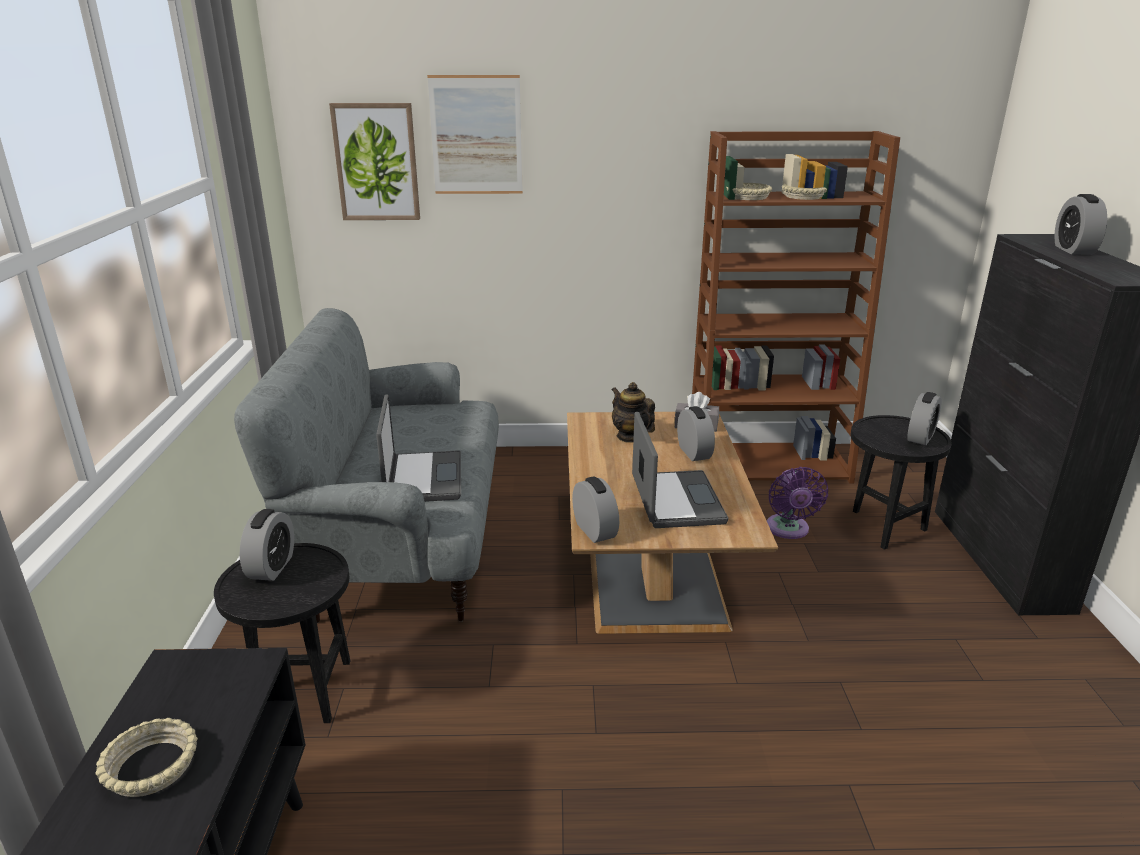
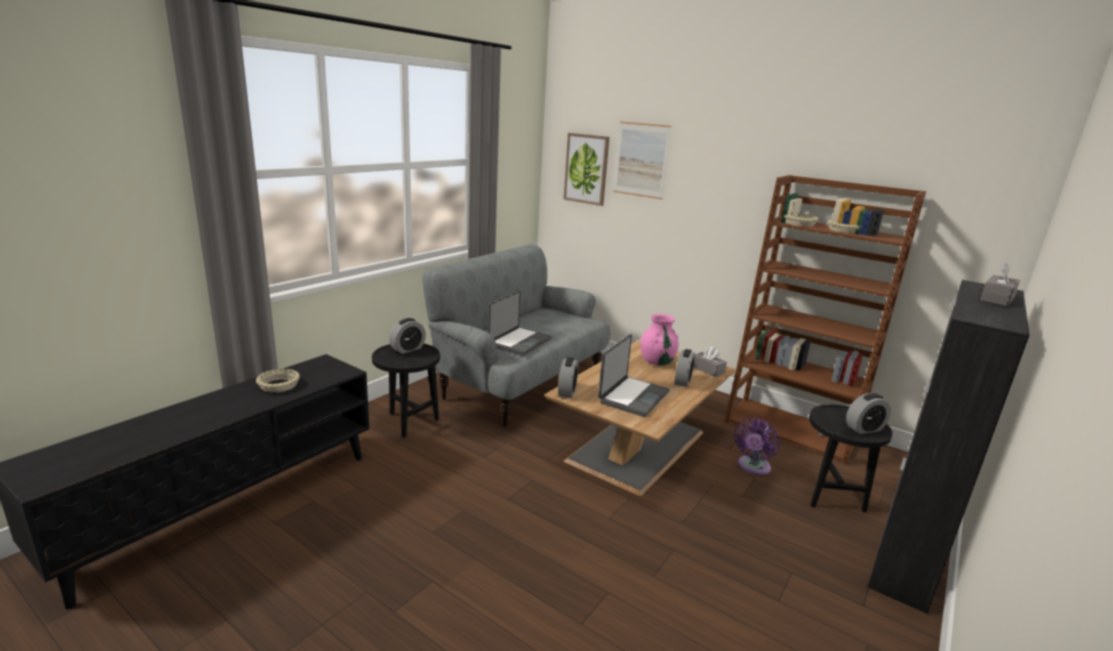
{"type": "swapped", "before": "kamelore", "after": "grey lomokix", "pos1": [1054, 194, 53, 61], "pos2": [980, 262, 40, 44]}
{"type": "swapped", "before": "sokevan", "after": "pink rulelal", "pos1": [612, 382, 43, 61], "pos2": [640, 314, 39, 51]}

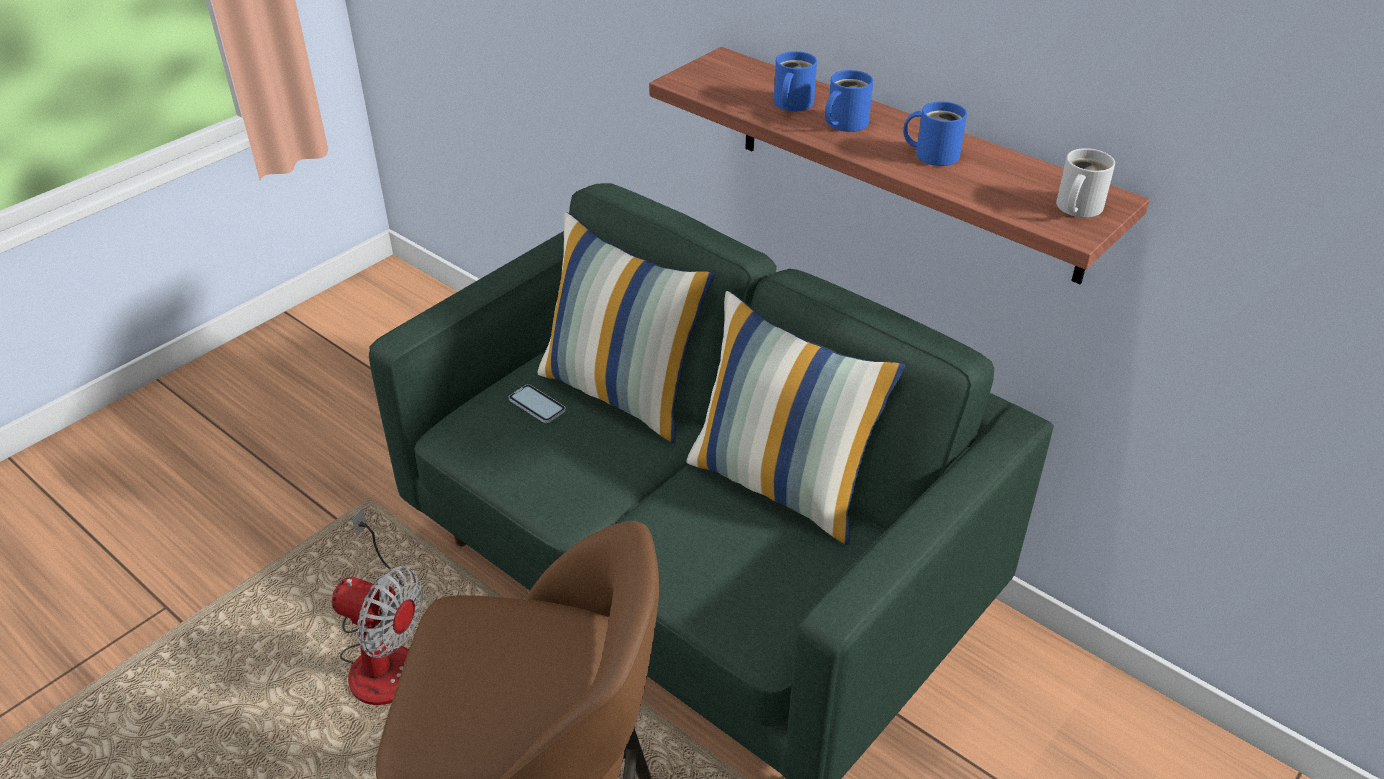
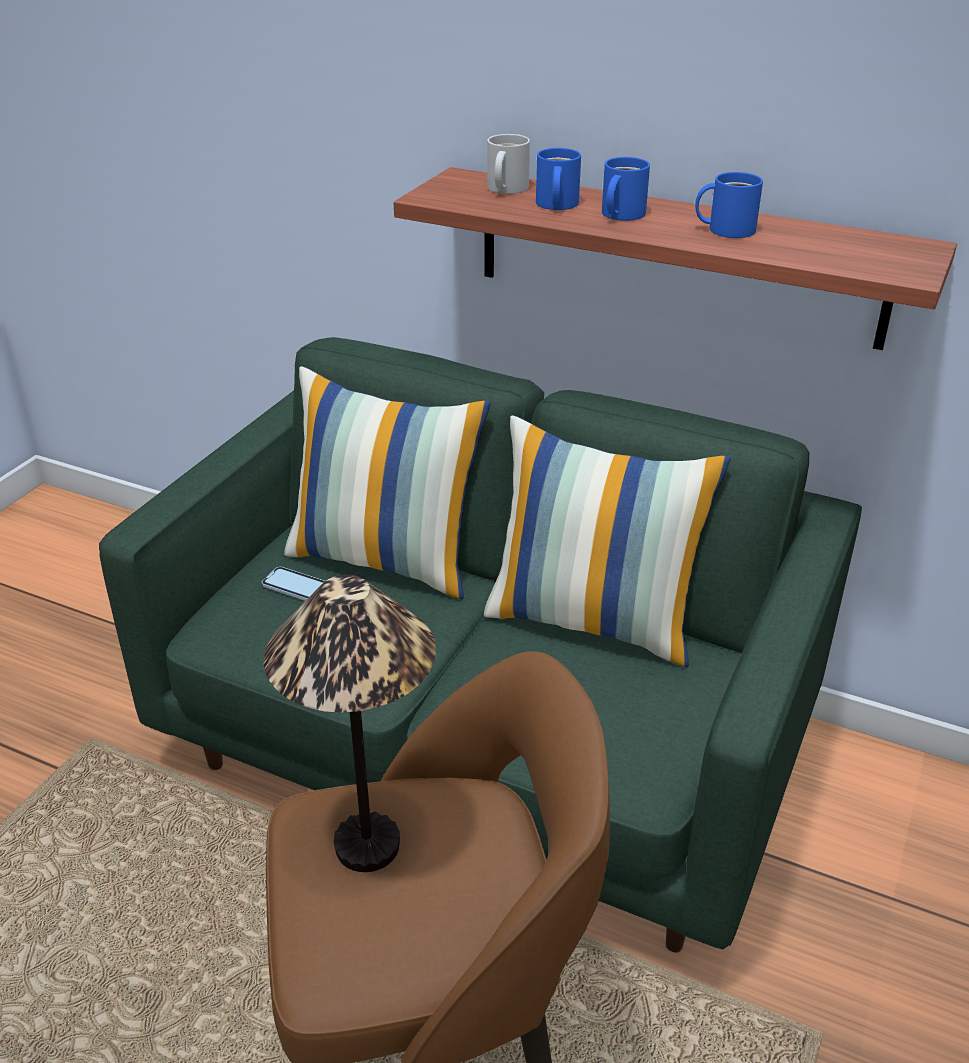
{"type": "shifted", "before": "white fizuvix", "pos1": [1056, 148, 59, 70], "pos2": [487, 134, 43, 60]}
{"type": "gone", "before": "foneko", "pos1": [332, 507, 91, 198]}
{"type": "new", "after": "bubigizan", "pos2": [264, 575, 172, 297]}

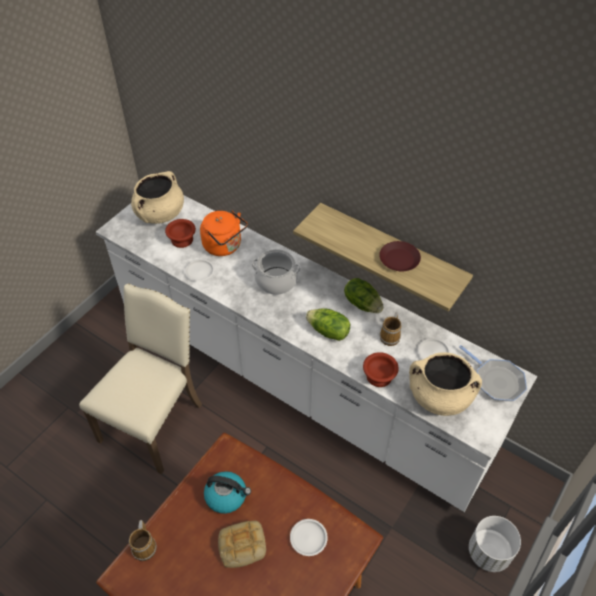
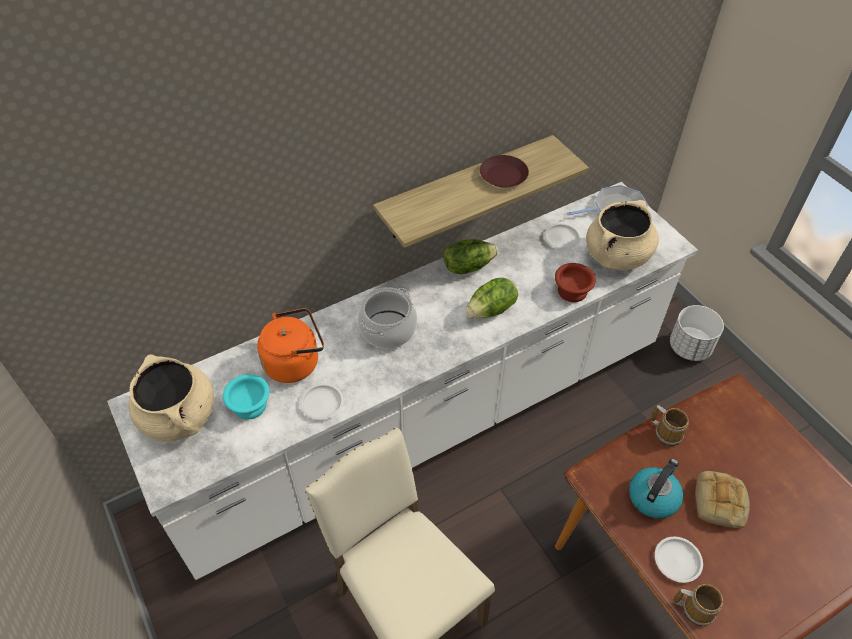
{"type": "repainted", "before": "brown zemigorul", "after": "turquoise zemigorul", "pos1": [165, 219, 31, 29], "pos2": [223, 374, 46, 46]}
{"type": "shifted", "before": "fizuvix", "pos1": [380, 312, 22, 34], "pos2": [651, 405, 38, 41]}
{"type": "shifted", "before": "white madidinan", "pos1": [290, 519, 38, 37], "pos2": [655, 537, 48, 46]}

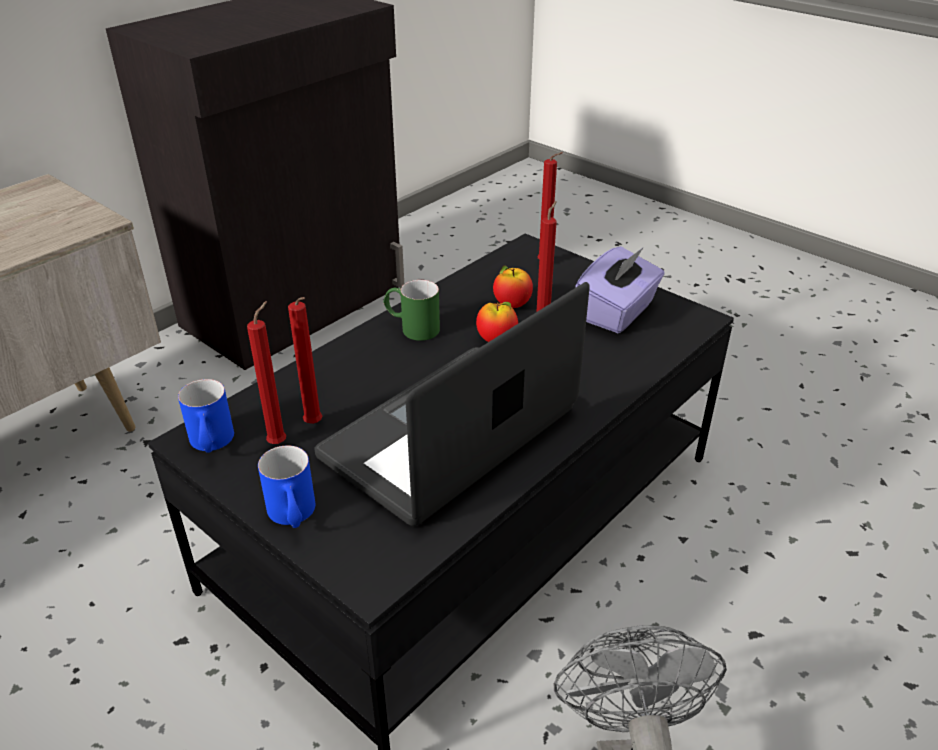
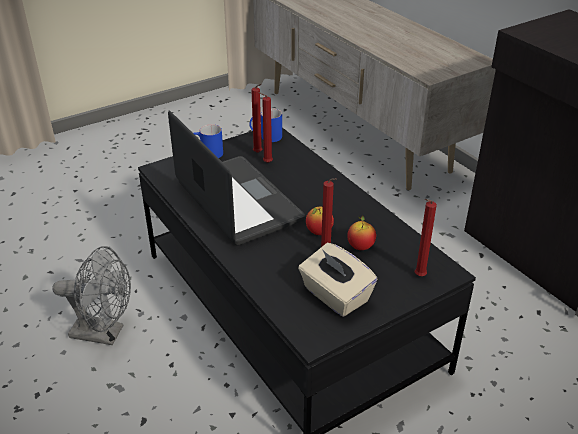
{"type": "repainted", "before": "purple lomokix", "after": "beige lomokix", "pos1": [576, 247, 89, 86], "pos2": [298, 243, 79, 74]}
{"type": "gone", "before": "green fizuvix", "pos1": [384, 280, 56, 61]}

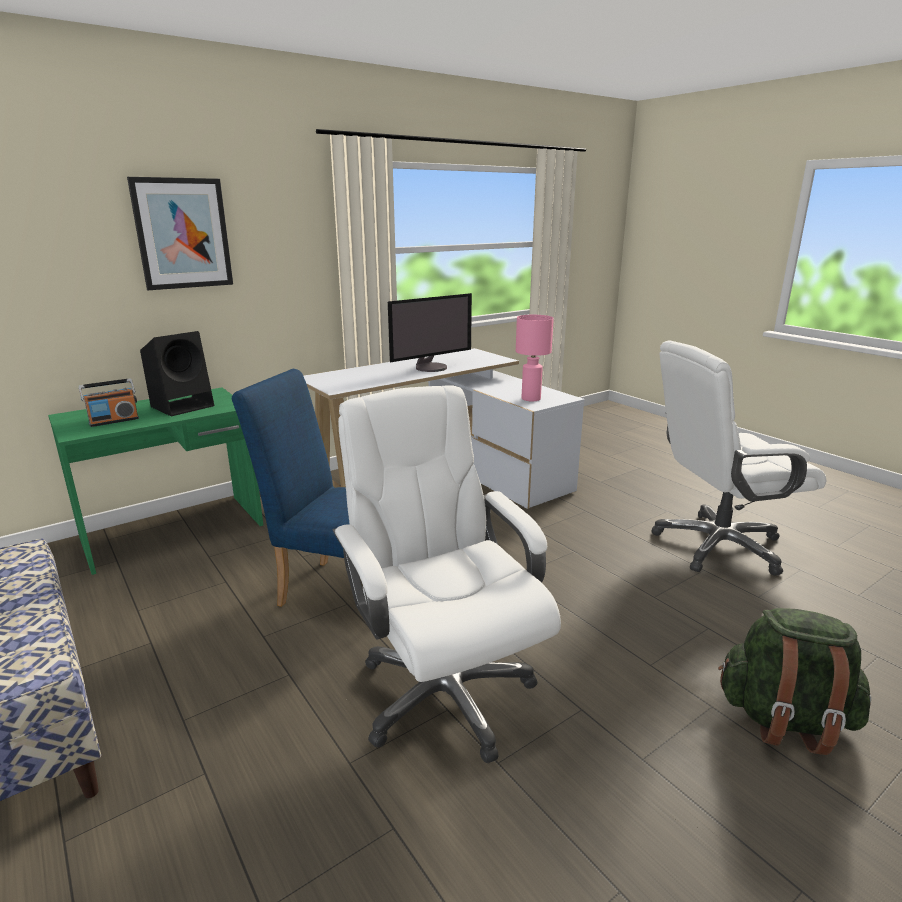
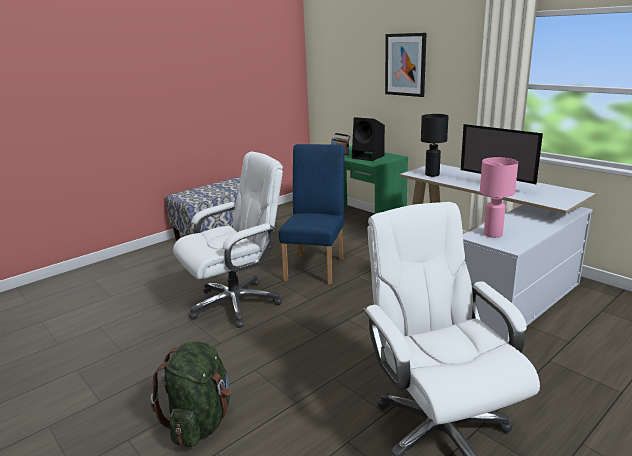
{"type": "new", "after": "black bubigizan", "pos2": [421, 114, 28, 63]}

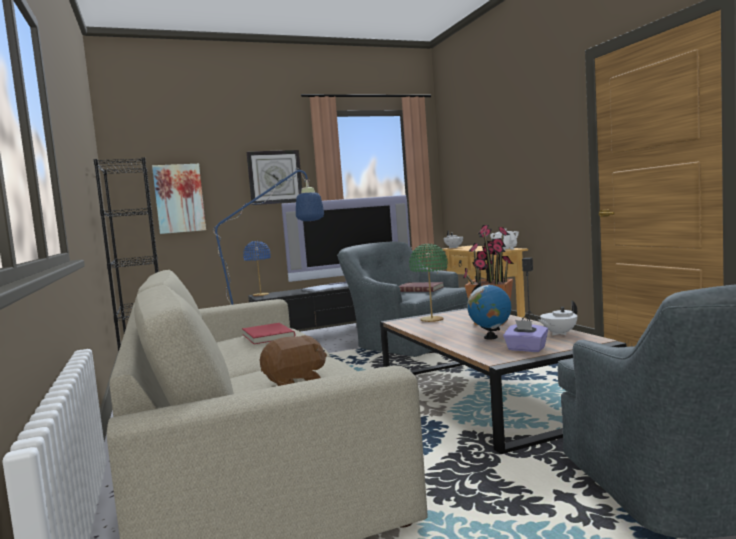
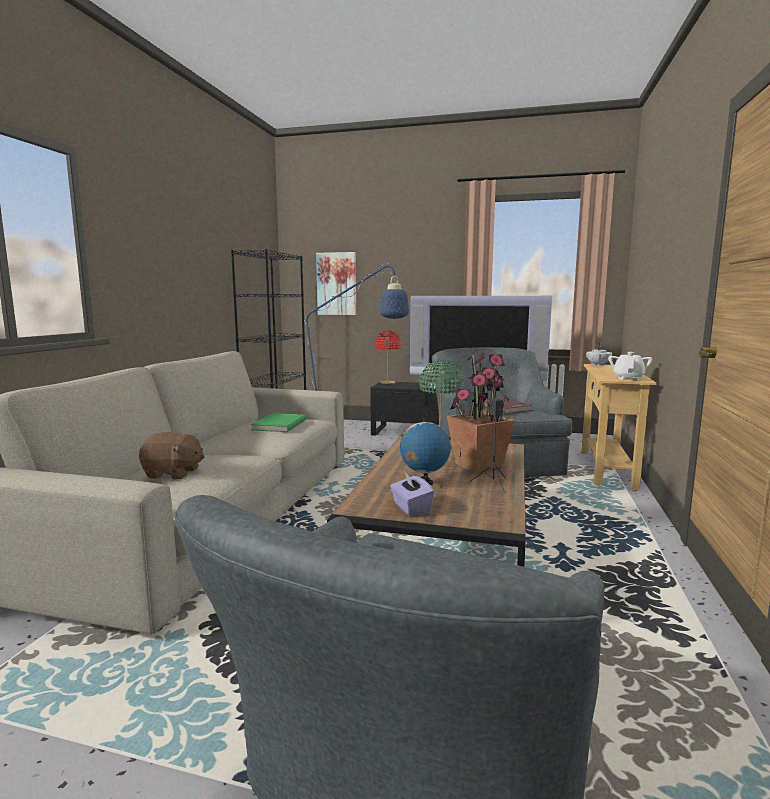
{"type": "gone", "before": "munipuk", "pos1": [247, 150, 55, 55]}
{"type": "repainted", "before": "blue bubigizan", "after": "red bubigizan", "pos1": [243, 241, 28, 55], "pos2": [375, 330, 26, 54]}
{"type": "gone", "before": "white sokevan", "pos1": [538, 301, 40, 34]}
{"type": "repainted", "before": "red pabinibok", "after": "green pabinibok", "pos1": [242, 323, 53, 21], "pos2": [251, 413, 55, 19]}

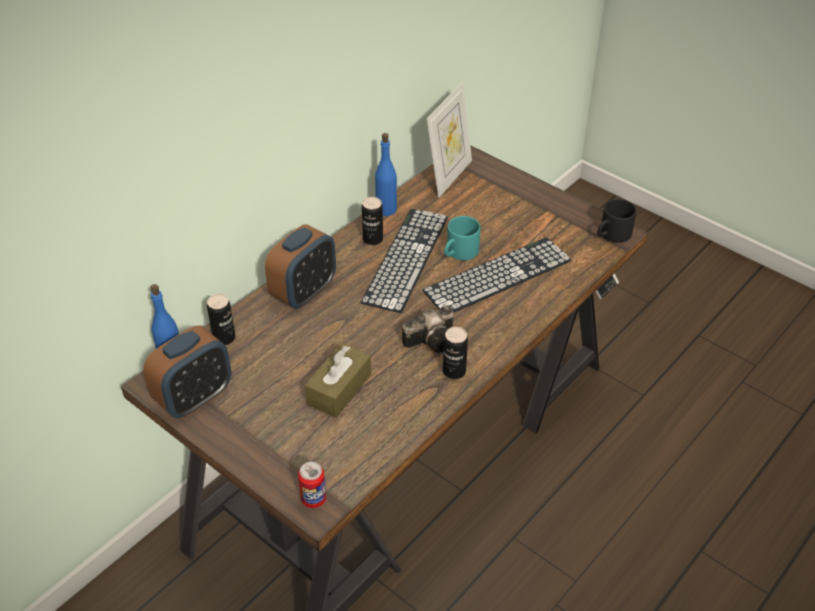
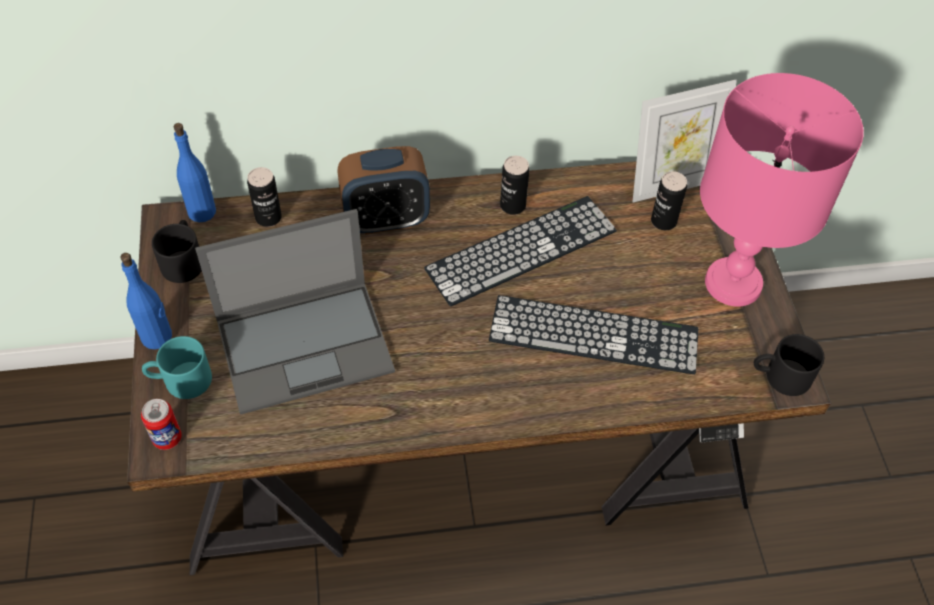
{"type": "shifted", "before": "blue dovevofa", "pos1": [375, 133, 22, 83], "pos2": [120, 253, 52, 96]}
{"type": "shifted", "before": "turquoise fizuvix", "pos1": [444, 216, 36, 44], "pos2": [142, 336, 70, 63]}
{"type": "gone", "before": "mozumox", "pos1": [402, 305, 52, 49]}
{"type": "swapped", "before": "kamelore", "after": "black fizuvix", "pos1": [143, 326, 88, 92], "pos2": [152, 220, 50, 63]}
{"type": "shifted", "before": "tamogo", "pos1": [443, 327, 25, 52], "pos2": [651, 171, 36, 59]}
{"type": "swapped", "before": "brown lomokix", "after": "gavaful", "pos1": [305, 343, 66, 75], "pos2": [195, 209, 200, 206]}
{"type": "new", "after": "pink bubigizan", "pos2": [700, 73, 164, 234]}

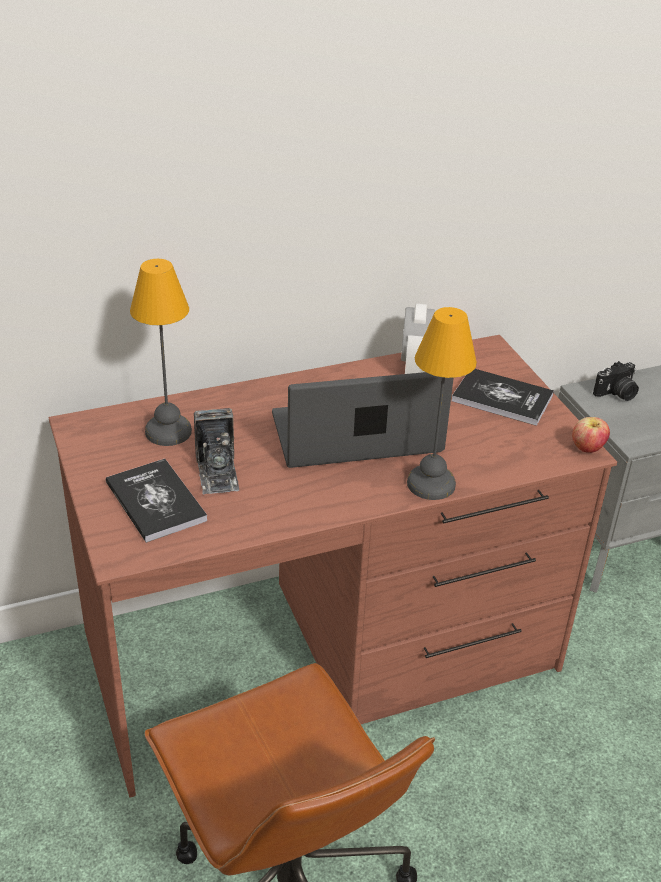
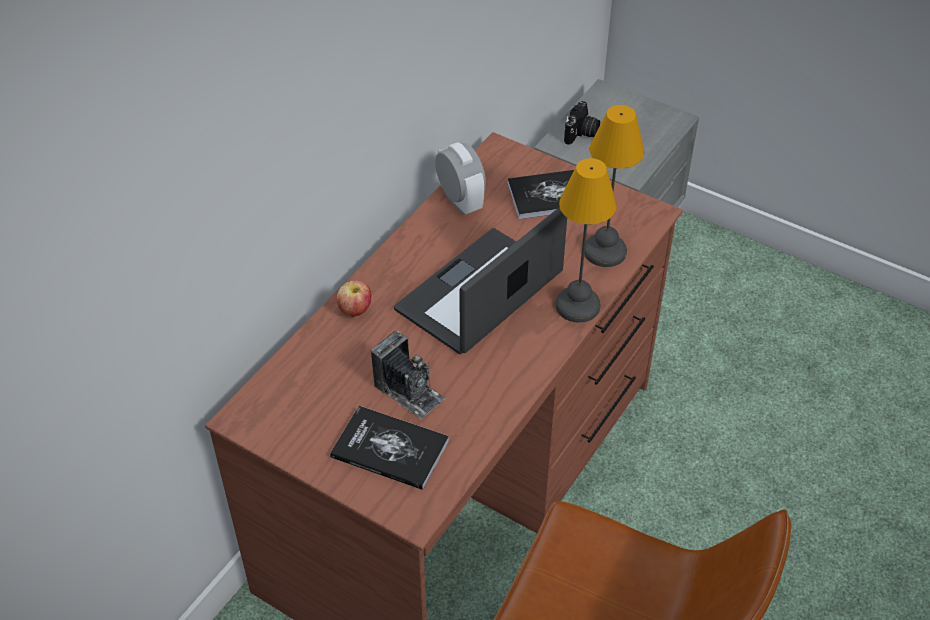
{"type": "shifted", "before": "bubigizan", "pos1": [130, 259, 62, 187], "pos2": [584, 105, 61, 162]}
{"type": "shifted", "before": "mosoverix", "pos1": [572, 417, 38, 36], "pos2": [337, 281, 34, 35]}

